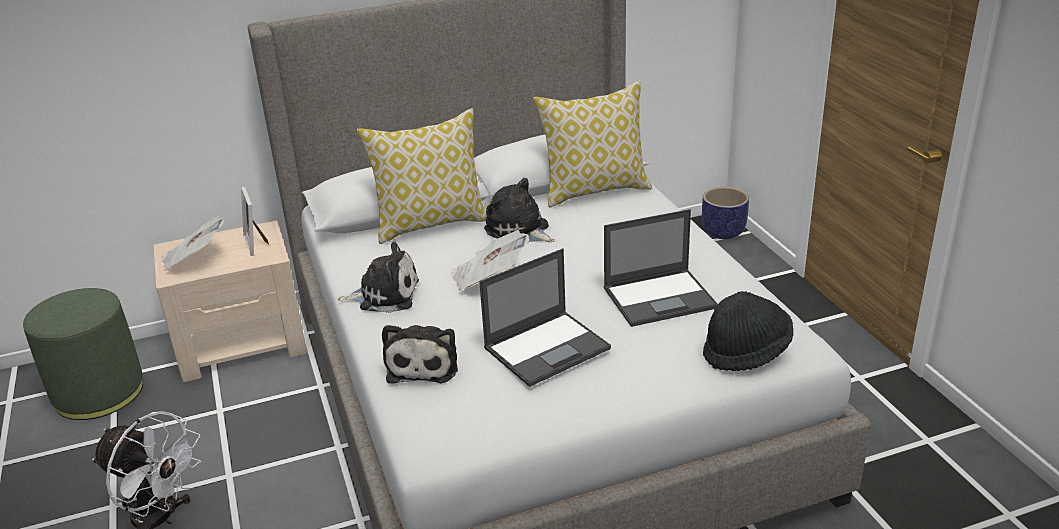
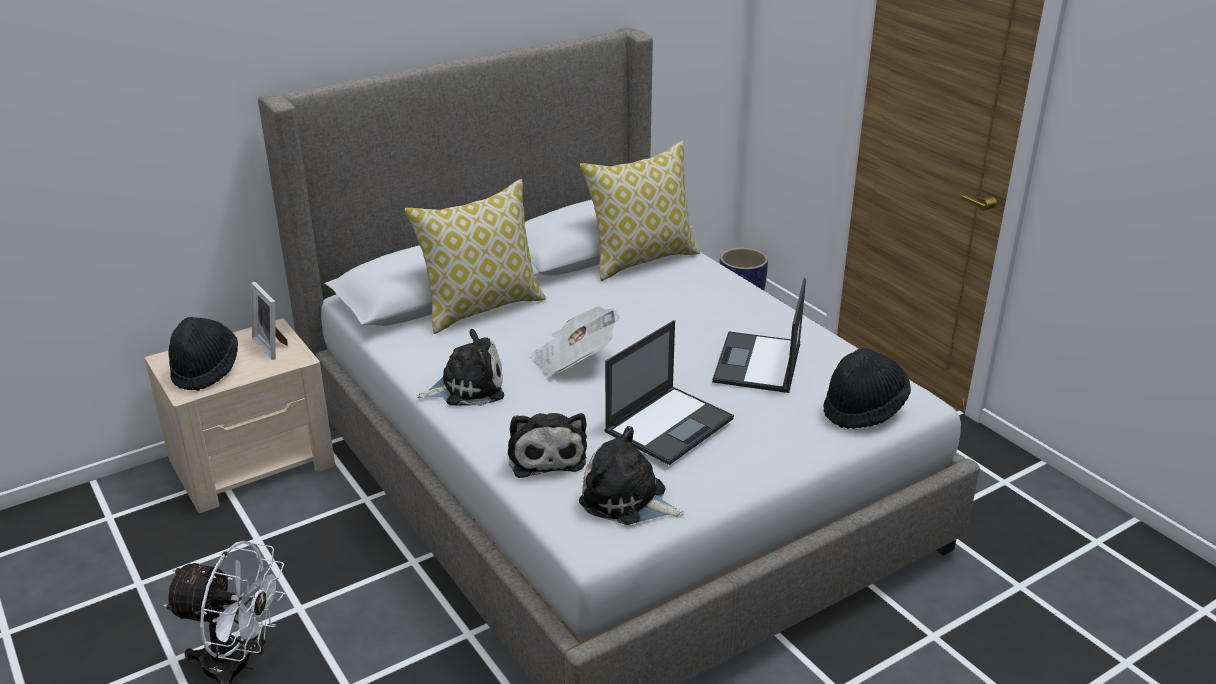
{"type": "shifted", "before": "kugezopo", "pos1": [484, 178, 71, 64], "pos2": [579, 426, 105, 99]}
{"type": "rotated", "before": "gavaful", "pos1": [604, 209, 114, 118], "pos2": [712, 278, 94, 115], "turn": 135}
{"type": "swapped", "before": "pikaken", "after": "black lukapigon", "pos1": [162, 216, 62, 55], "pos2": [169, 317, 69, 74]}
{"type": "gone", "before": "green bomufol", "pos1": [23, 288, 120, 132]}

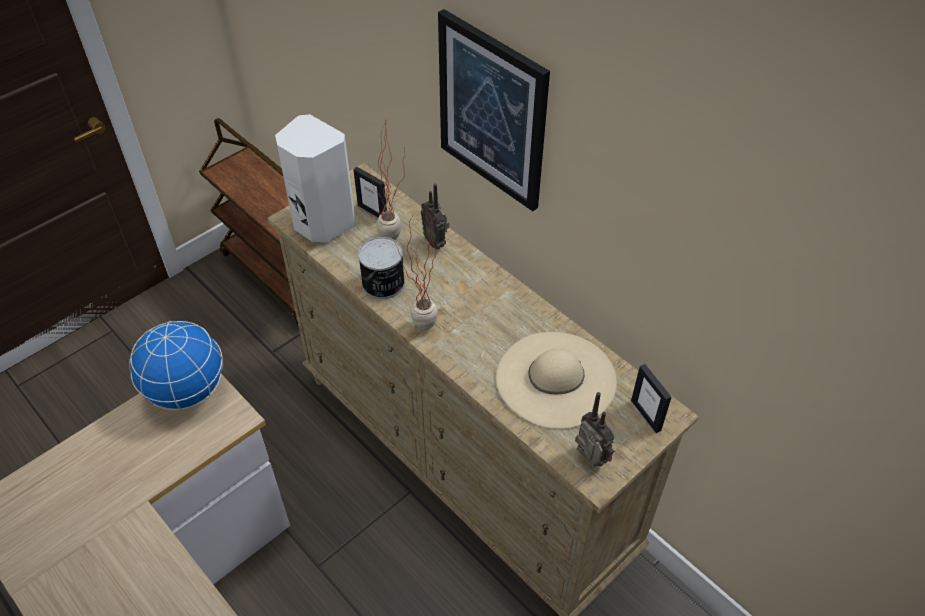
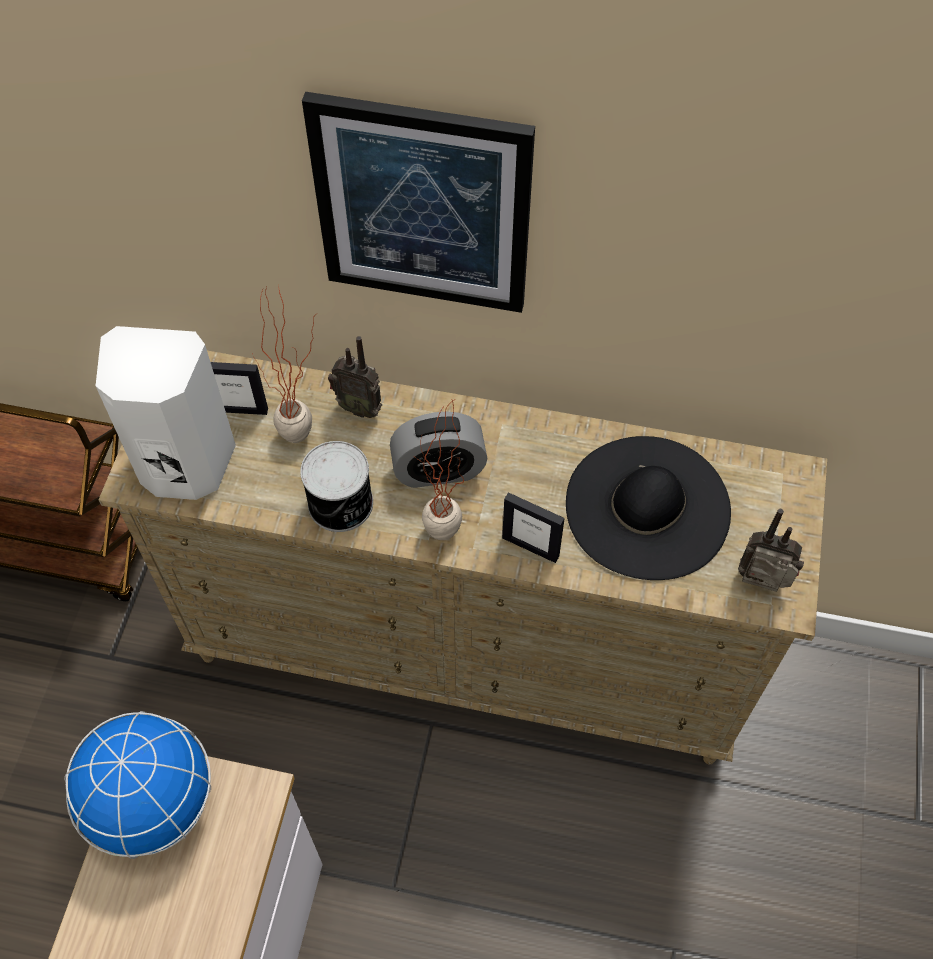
{"type": "repainted", "before": "beige lukapigon", "after": "black lukapigon", "pos1": [496, 332, 121, 97], "pos2": [566, 436, 165, 144]}
{"type": "shifted", "before": "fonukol", "pos1": [631, 364, 41, 69], "pos2": [502, 492, 63, 71]}
{"type": "new", "after": "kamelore", "pos2": [390, 412, 98, 76]}

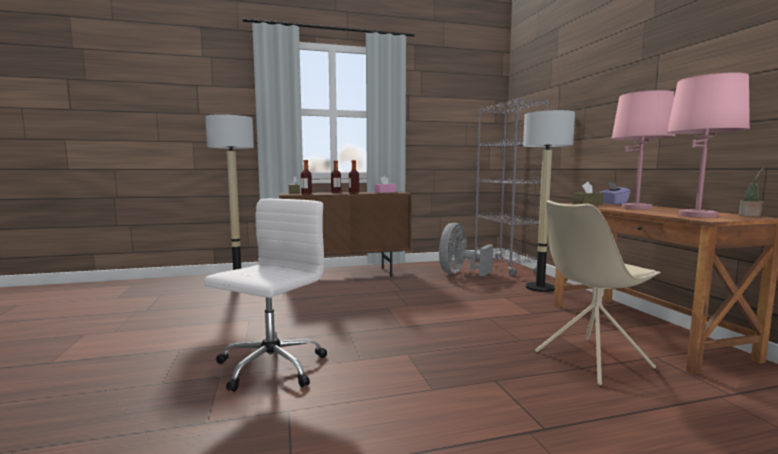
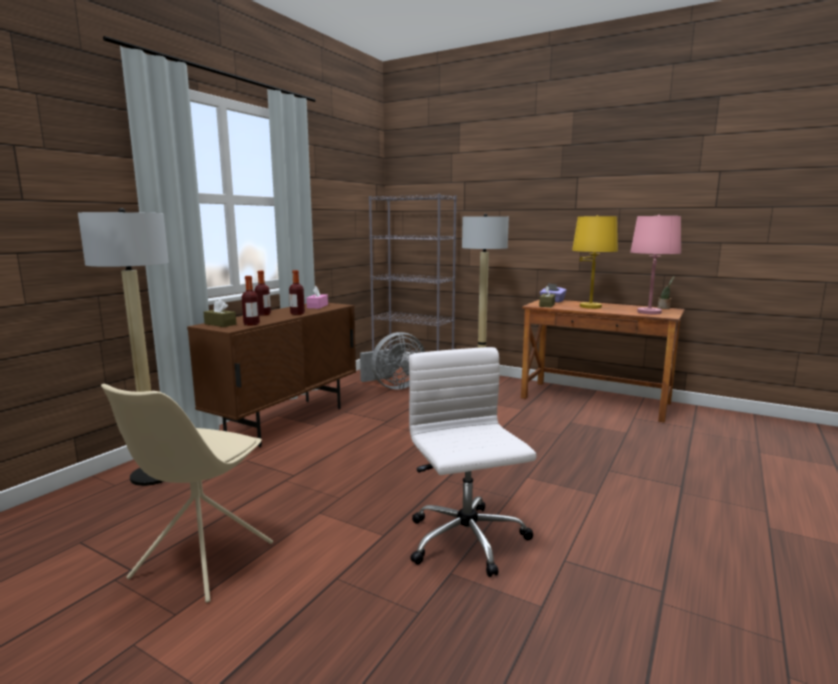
{"type": "repainted", "before": "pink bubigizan", "after": "yellow bubigizan", "pos1": [612, 90, 64, 120], "pos2": [572, 215, 46, 94]}
{"type": "shifted", "before": "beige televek", "pos1": [535, 200, 126, 186], "pos2": [101, 384, 172, 219]}
{"type": "rotated", "before": "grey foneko", "pos1": [439, 223, 54, 53], "pos2": [360, 332, 65, 58], "turn": -105}

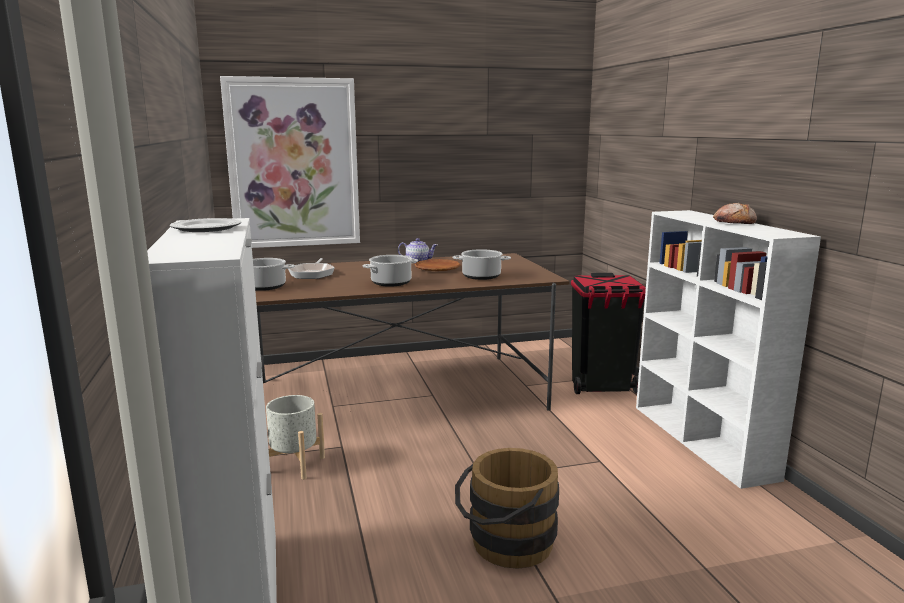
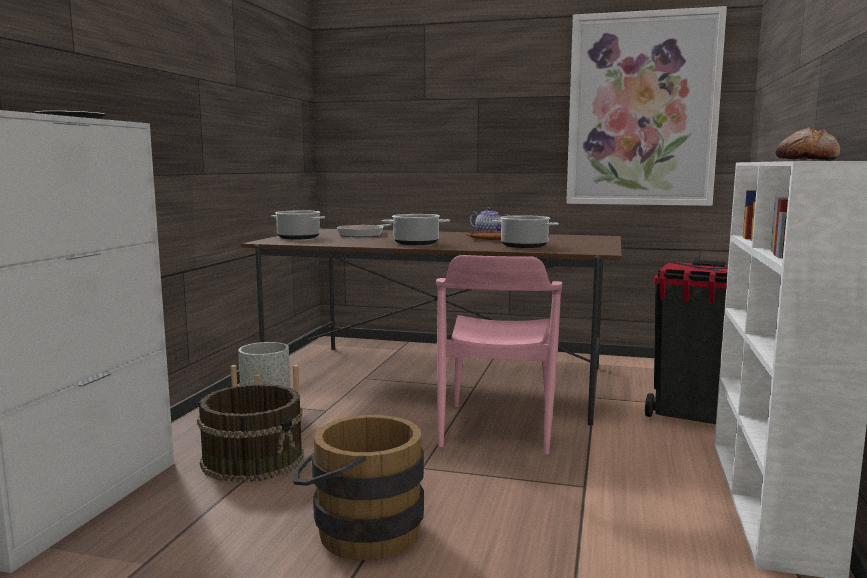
{"type": "shifted", "before": "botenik", "pos1": [220, 76, 140, 172], "pos2": [566, 6, 161, 200]}
{"type": "new", "after": "pink televek", "pos2": [436, 255, 126, 200]}
{"type": "new", "after": "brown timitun", "pos2": [197, 384, 107, 99]}

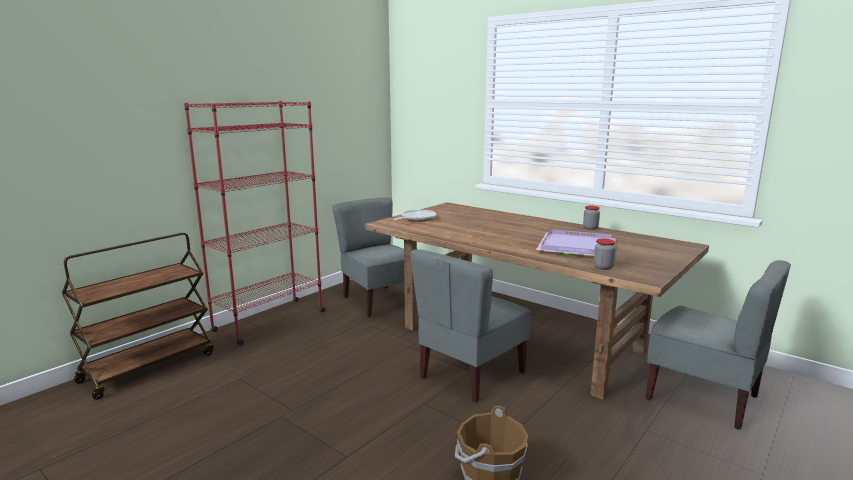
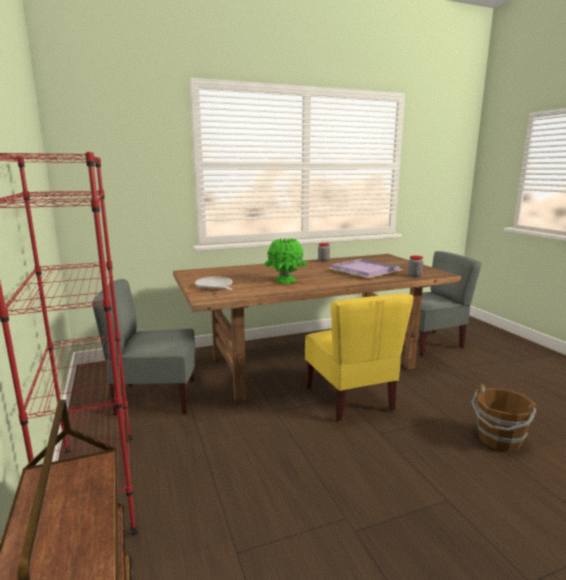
{"type": "repainted", "before": "grey televek", "after": "yellow televek", "pos1": [410, 249, 121, 153], "pos2": [305, 294, 109, 128]}
{"type": "new", "after": "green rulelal", "pos2": [264, 238, 43, 46]}

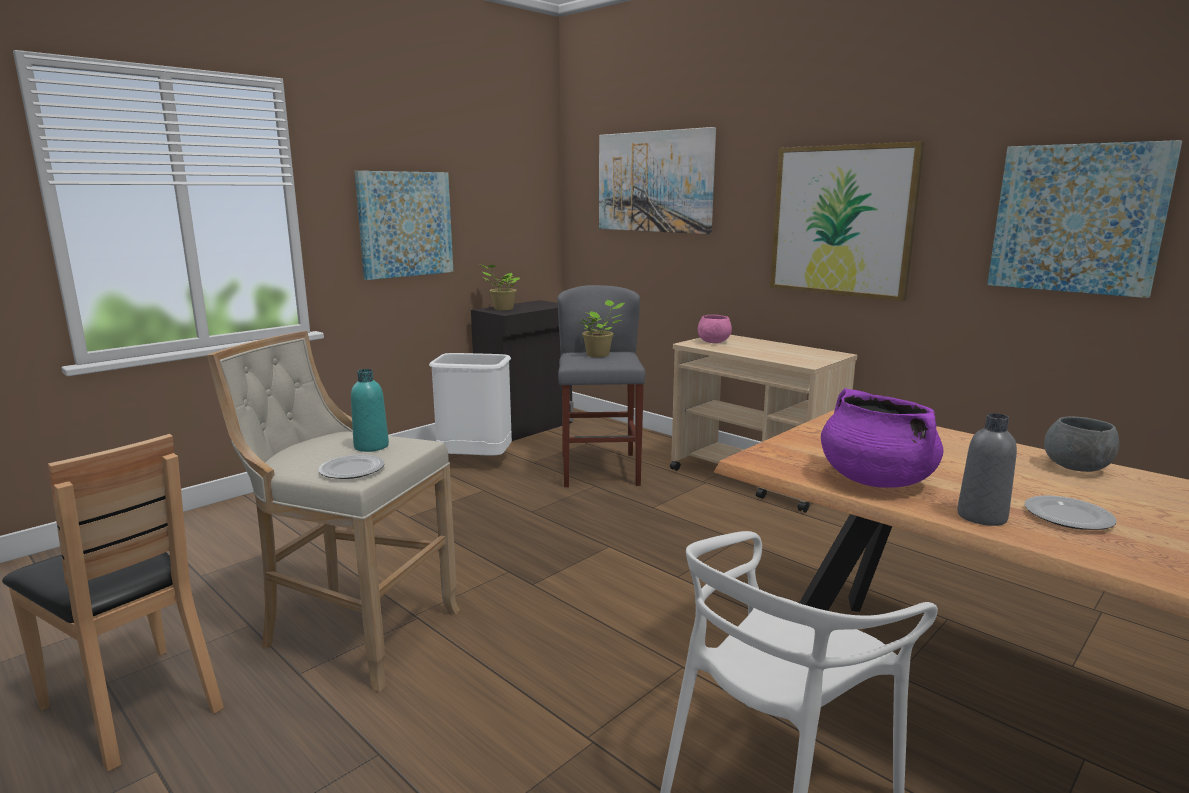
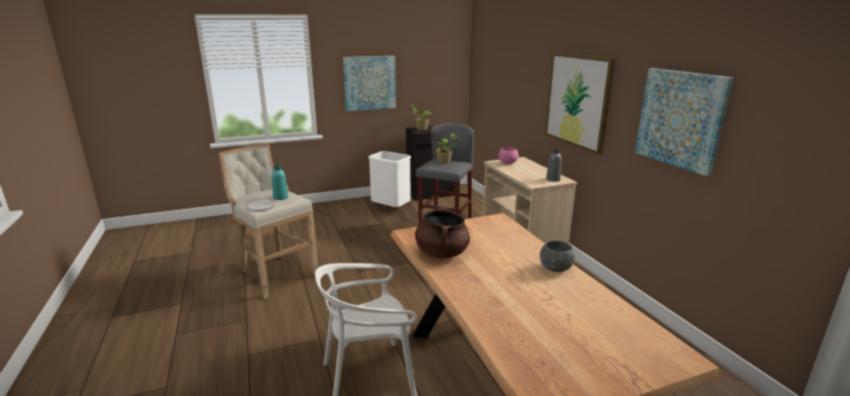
{"type": "gone", "before": "botenik", "pos1": [599, 127, 117, 107]}
{"type": "repainted", "before": "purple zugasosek", "after": "brown zugasosek", "pos1": [821, 388, 122, 100], "pos2": [415, 206, 55, 53]}
{"type": "shifted", "before": "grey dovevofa", "pos1": [957, 413, 60, 113], "pos2": [546, 148, 16, 34]}
{"type": "gone", "before": "brown televek", "pos1": [2, 434, 222, 337]}
{"type": "gone", "before": "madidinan", "pos1": [1025, 496, 92, 34]}

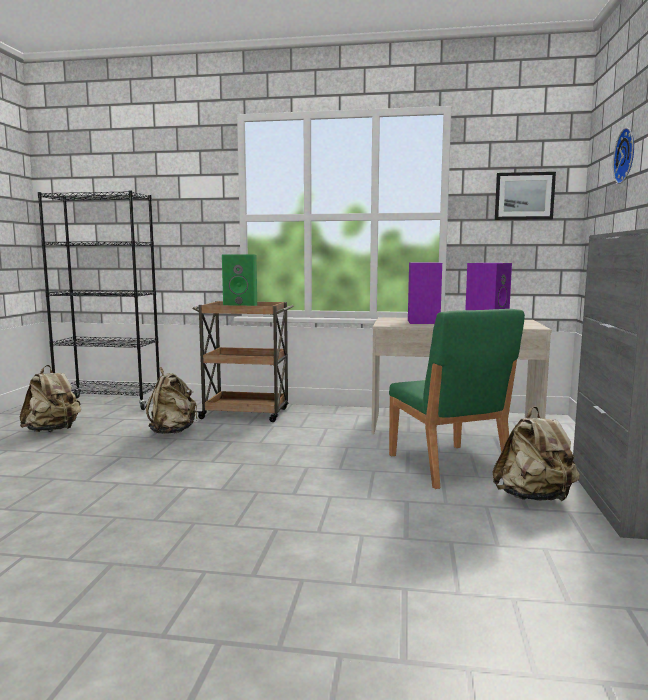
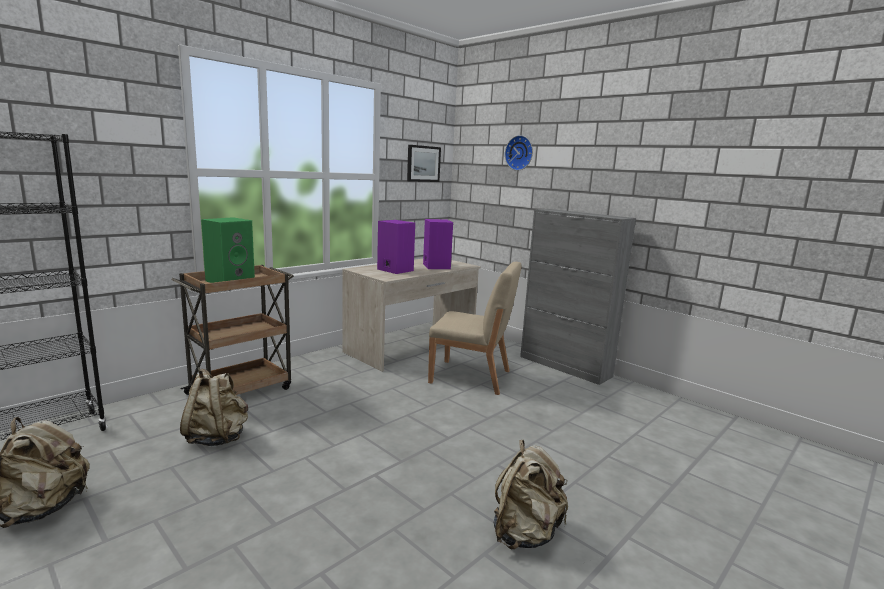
{"type": "repainted", "before": "green televek", "after": "beige televek", "pos1": [389, 309, 136, 180], "pos2": [428, 262, 93, 133]}
{"type": "shifted", "before": "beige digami", "pos1": [492, 406, 88, 95], "pos2": [494, 440, 74, 109]}

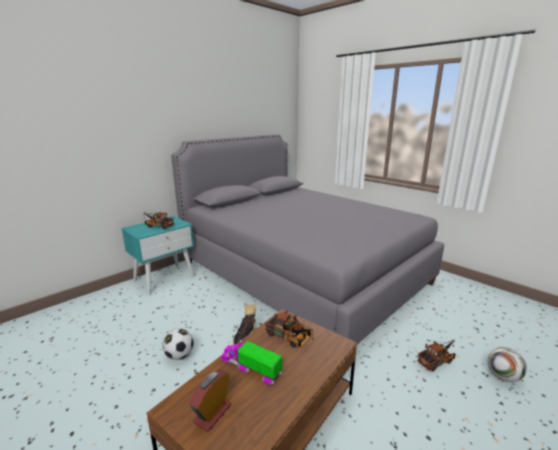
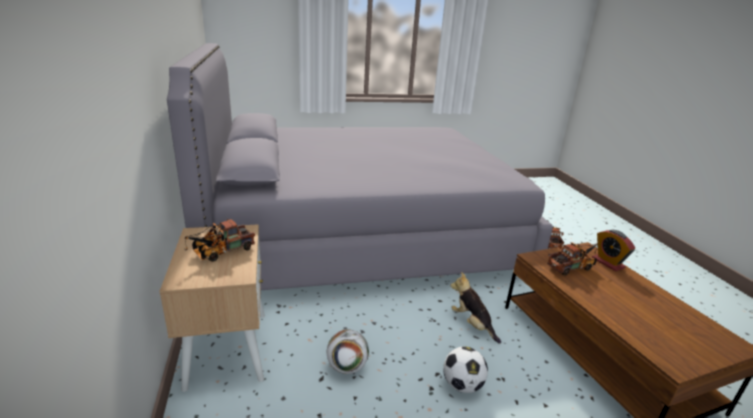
{"type": "repainted", "before": "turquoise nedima", "after": "beige nedima", "pos1": [122, 216, 73, 78], "pos2": [159, 224, 106, 168]}
{"type": "gone", "before": "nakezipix", "pos1": [221, 340, 61, 45]}
{"type": "shifted", "before": "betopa", "pos1": [487, 347, 40, 35], "pos2": [327, 329, 42, 45]}
{"type": "shifted", "before": "kamelore", "pos1": [189, 370, 42, 62], "pos2": [592, 229, 43, 42]}

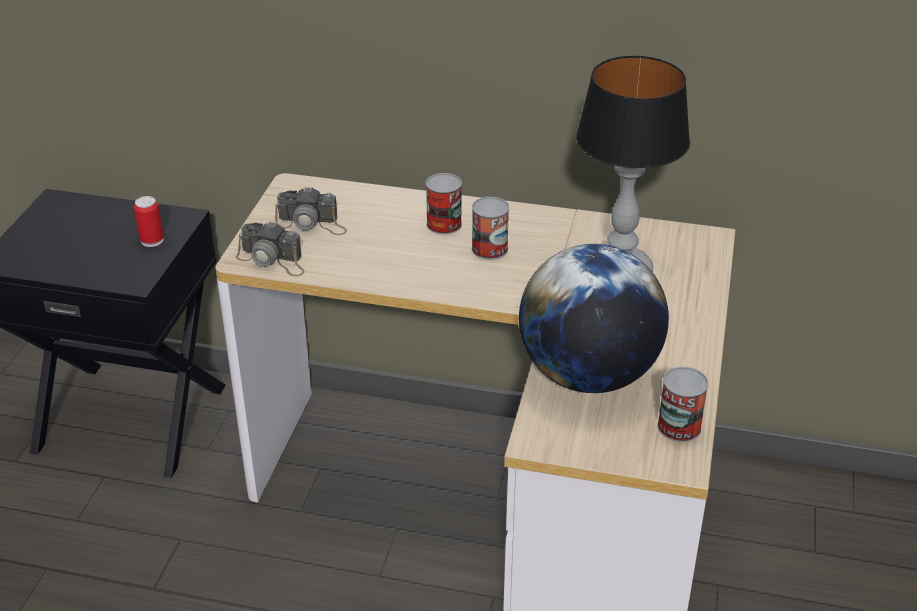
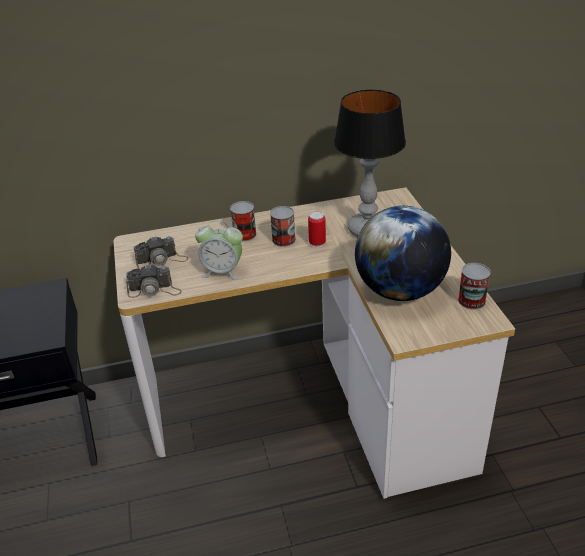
{"type": "shifted", "before": "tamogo", "pos1": [134, 196, 30, 51], "pos2": [308, 211, 18, 37]}
{"type": "new", "after": "kamelore", "pos2": [195, 220, 48, 60]}

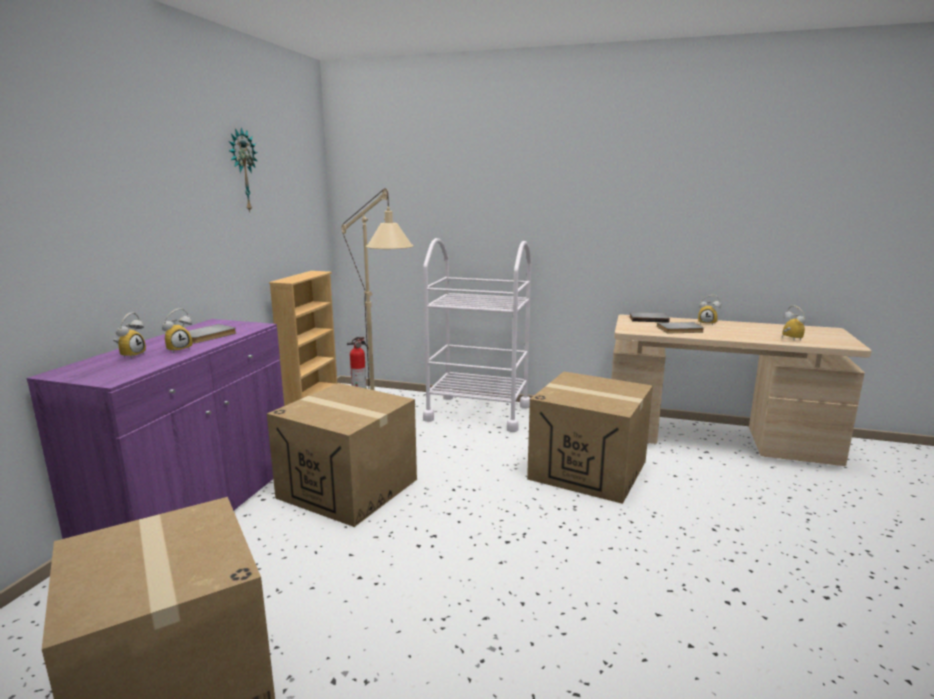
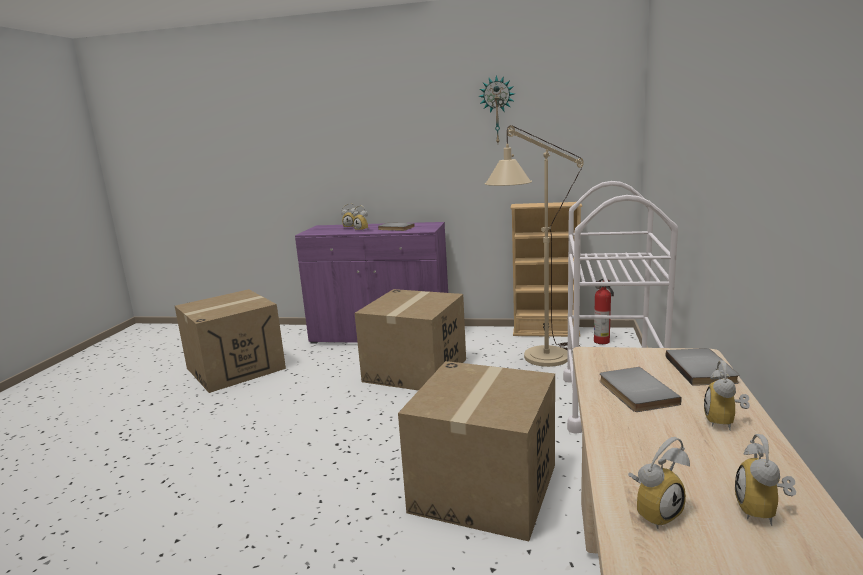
{"type": "new", "after": "kamelore", "pos2": [735, 434, 61, 92]}

